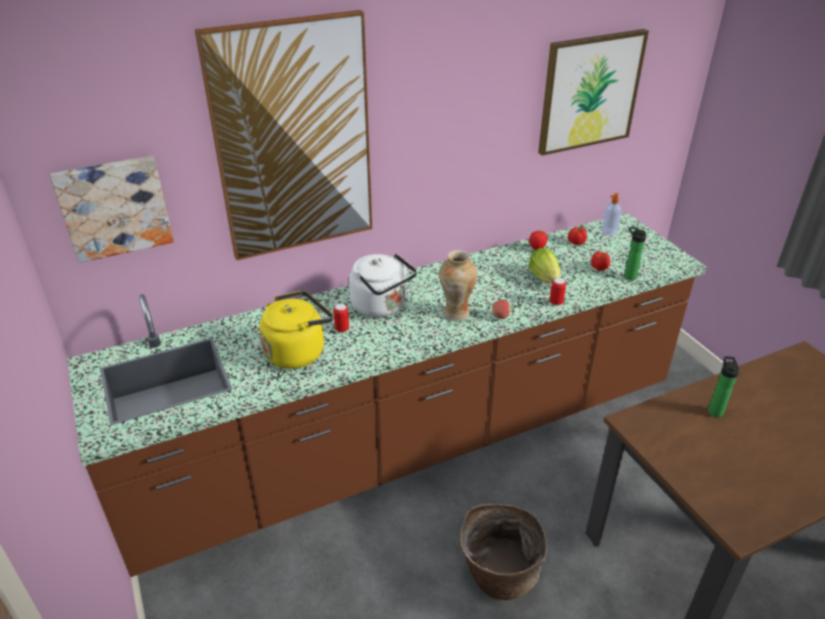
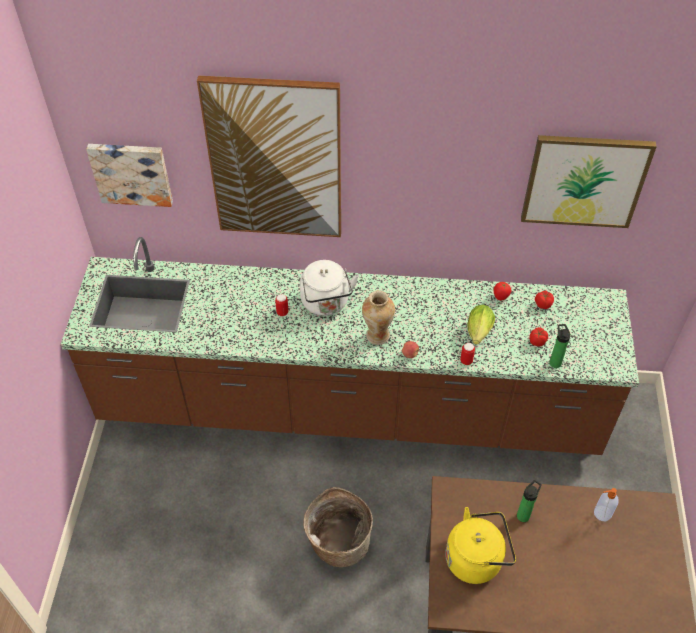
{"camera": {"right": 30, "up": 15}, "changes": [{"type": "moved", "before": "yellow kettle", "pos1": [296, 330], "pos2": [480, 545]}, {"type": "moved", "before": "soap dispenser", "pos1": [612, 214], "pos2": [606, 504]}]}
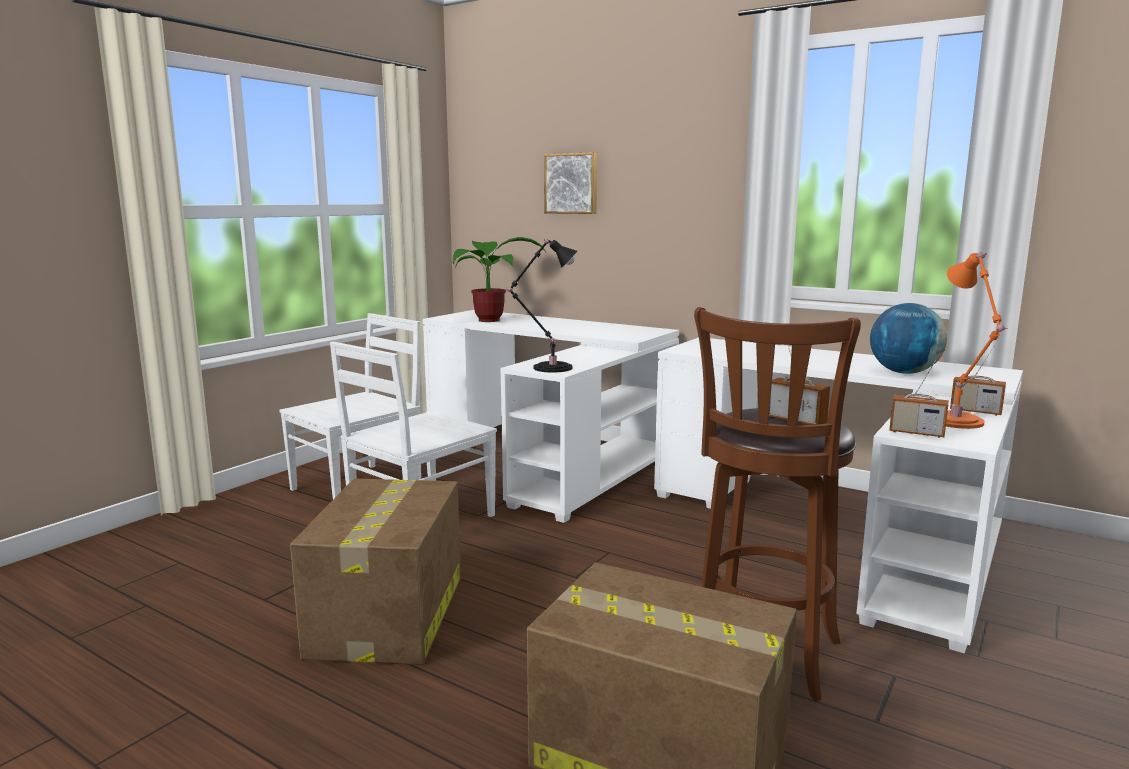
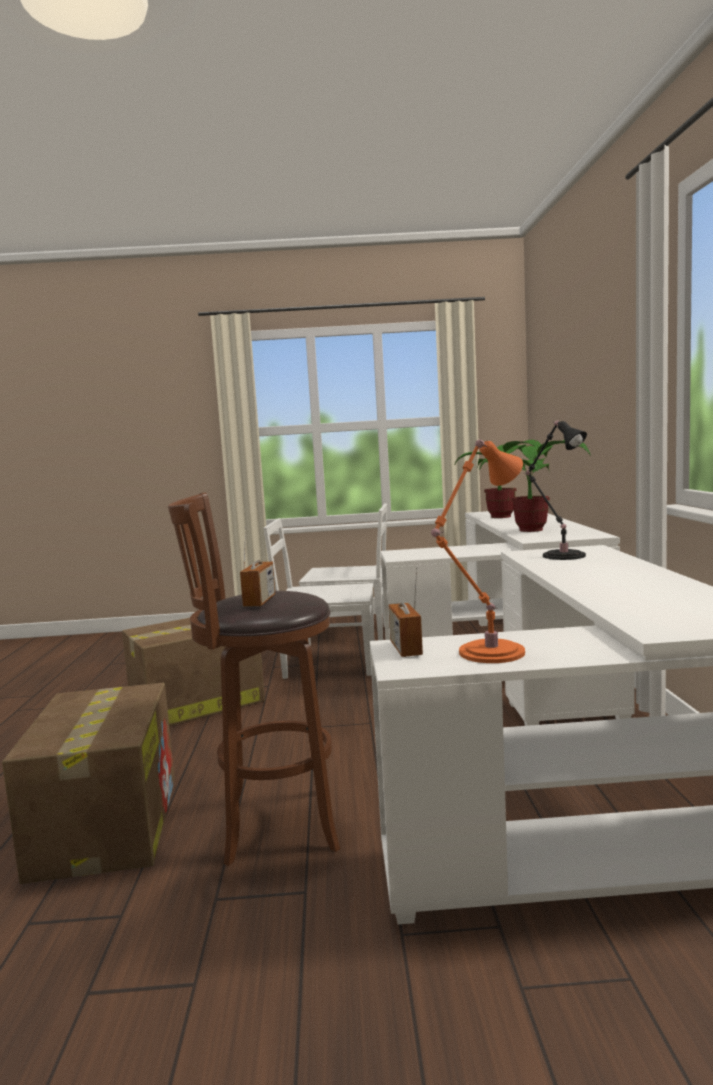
{"camera": {"right": 55, "up": -5}, "changes": [{"type": "moved", "before": "black table lamp", "pos1": [542, 306], "pos2": [556, 490]}, {"type": "removed", "before": "picture", "pos1": [570, 183]}, {"type": "removed", "before": "globe", "pos1": [908, 338]}, {"type": "removed", "before": "radio", "pos1": [978, 380]}, {"type": "added", "after": "potted plant", "pos2": [535, 486]}]}
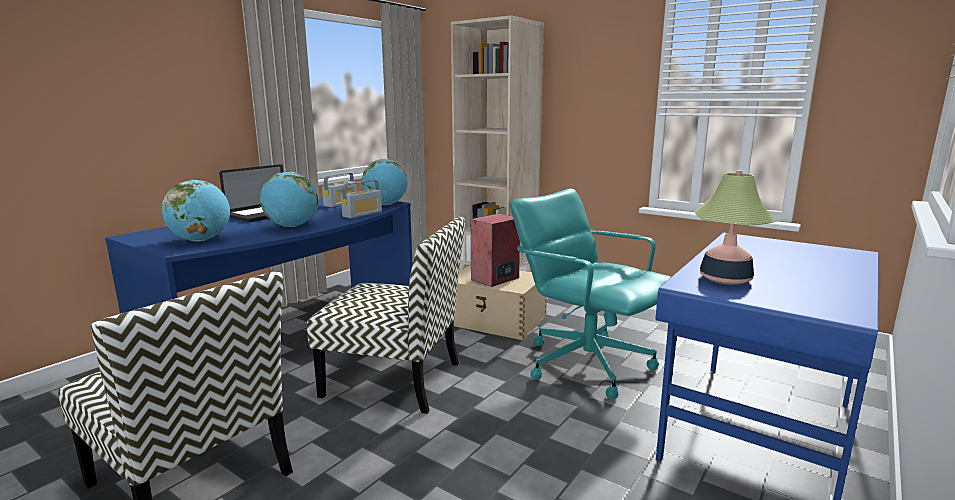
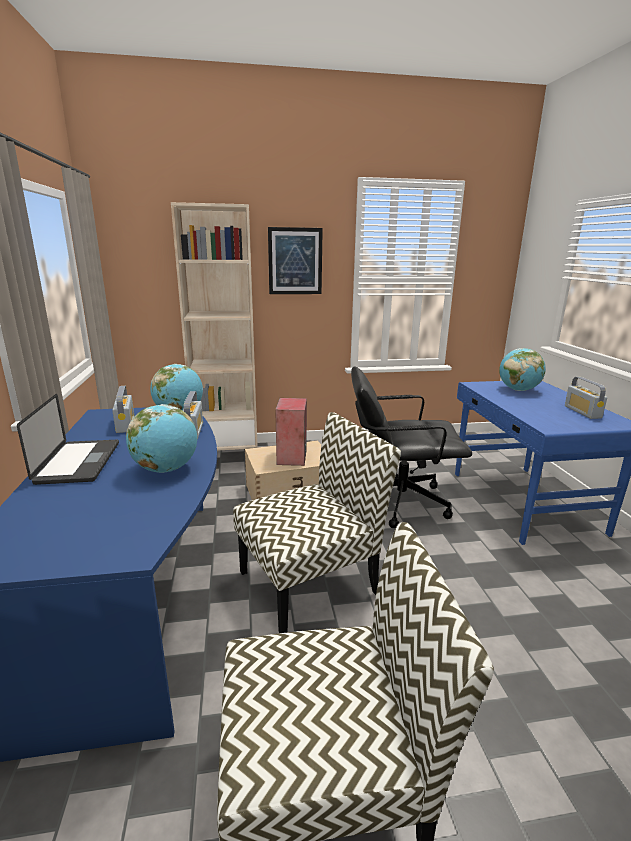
{"camera": {"right": -45, "up": 5}, "changes": [{"type": "moved", "before": "globe", "pos1": [196, 211], "pos2": [522, 369]}, {"type": "recoloured", "before": "turquoise office chair", "after": "black office chair", "pos1": [590, 293], "pos2": [411, 447]}, {"type": "removed", "before": "table lamp", "pos1": [735, 227]}, {"type": "added", "after": "picture", "pos2": [295, 260]}, {"type": "added", "after": "radio", "pos2": [586, 398]}]}
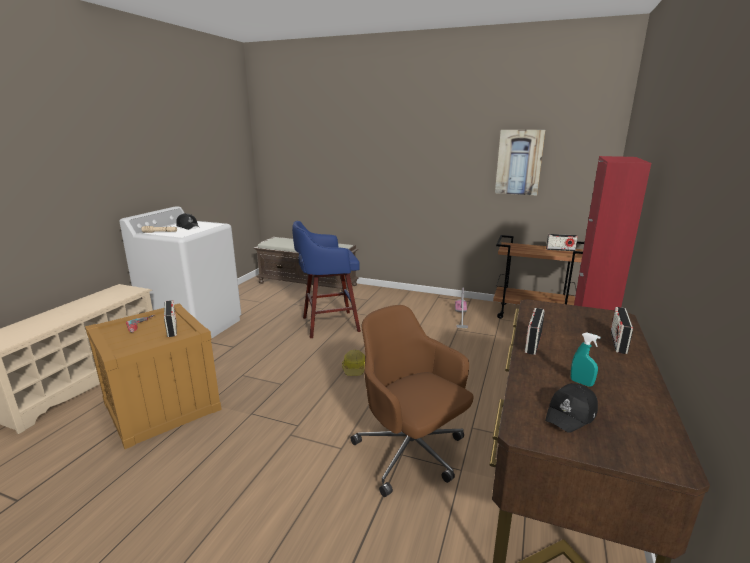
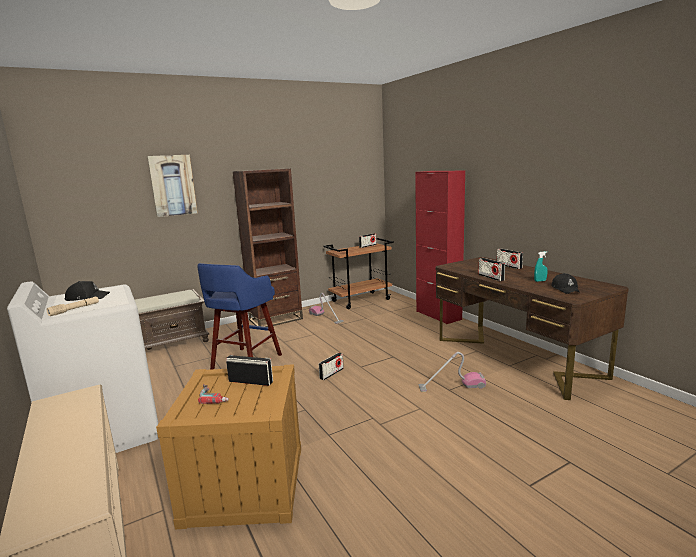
{"camera": {"right": -50, "up": -5}, "changes": [{"type": "replaced", "before": "hard hat", "after": "radio", "pos1": [353, 362], "pos2": [331, 366]}, {"type": "replaced", "before": "brown office chair", "after": "vacuum cleaner", "pos1": [412, 401], "pos2": [452, 372]}, {"type": "moved", "before": "picture", "pos1": [520, 163], "pos2": [172, 186]}, {"type": "added", "after": "brown bookcase", "pos2": [267, 248]}]}
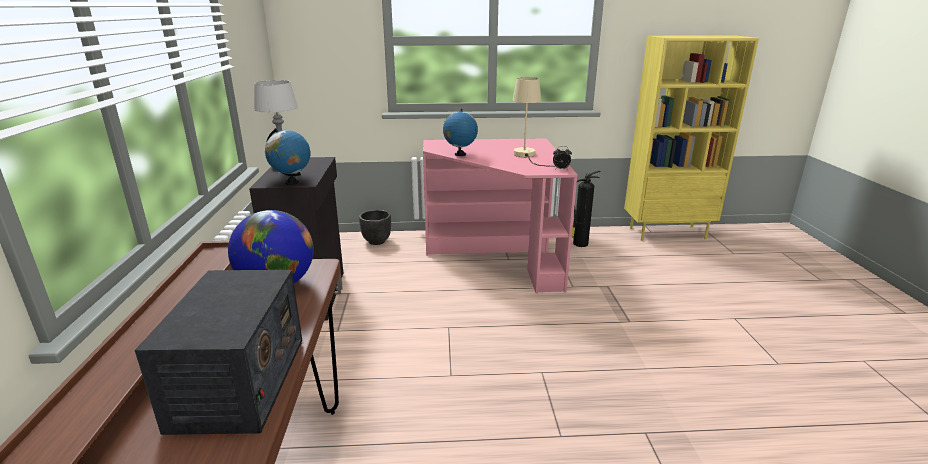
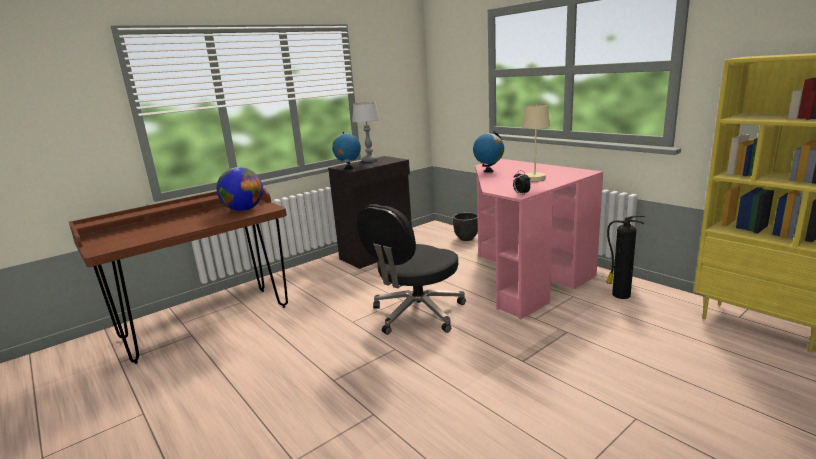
{"camera": {"right": 55, "up": -5}, "changes": [{"type": "removed", "before": "radio", "pos1": [218, 352]}, {"type": "added", "after": "black office chair", "pos2": [411, 269]}]}
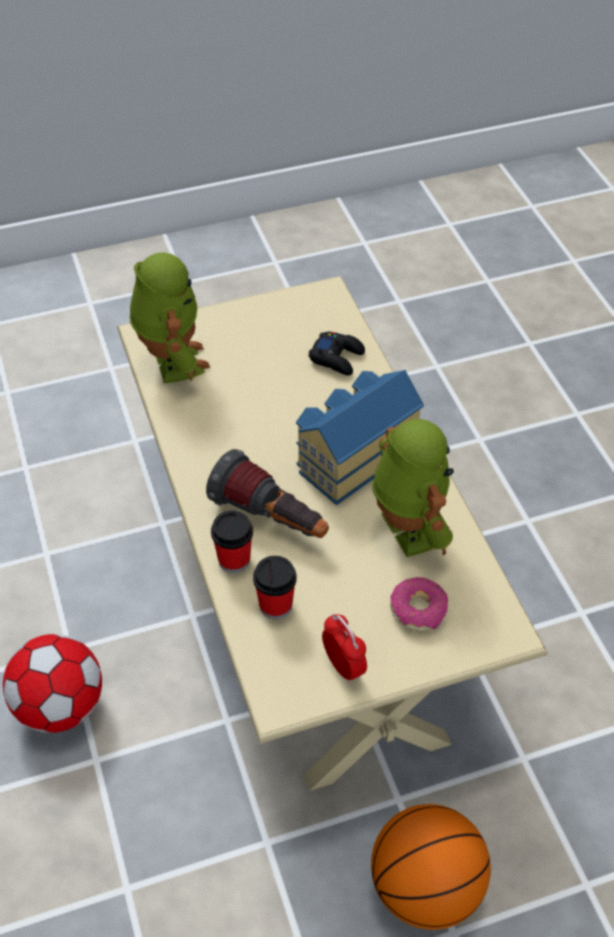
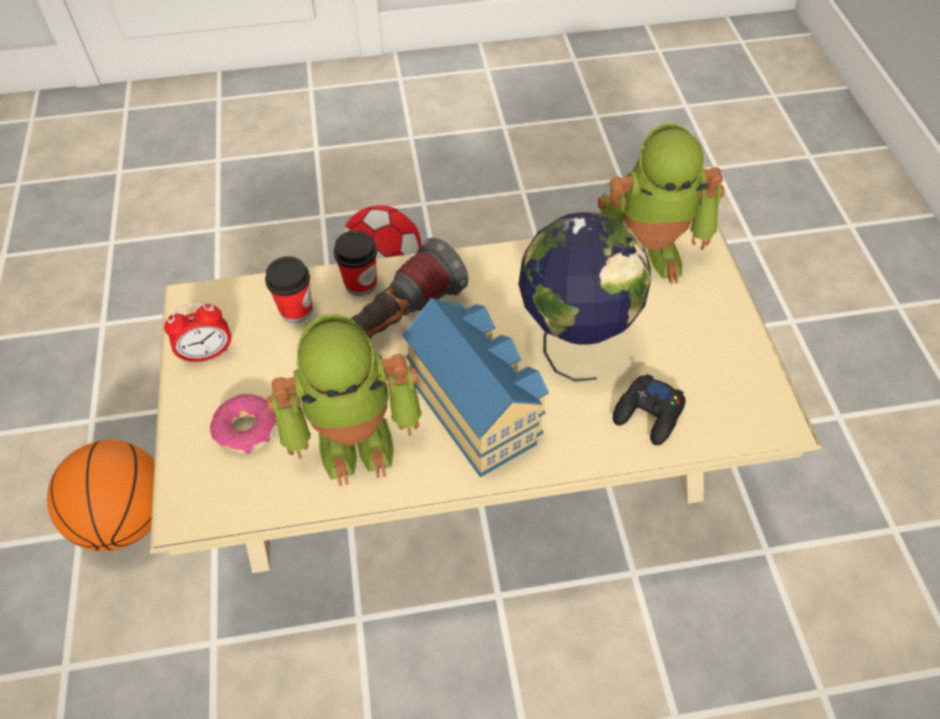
{"camera": {"right": 100, "up": 5}, "changes": [{"type": "added", "after": "globe", "pos2": [584, 297]}]}
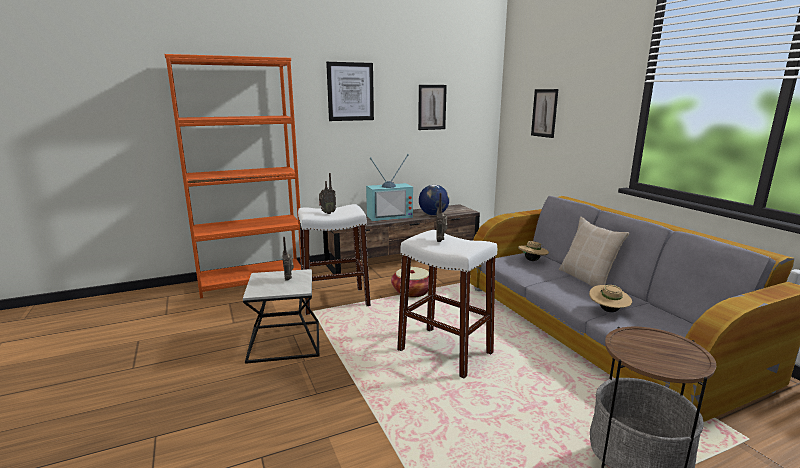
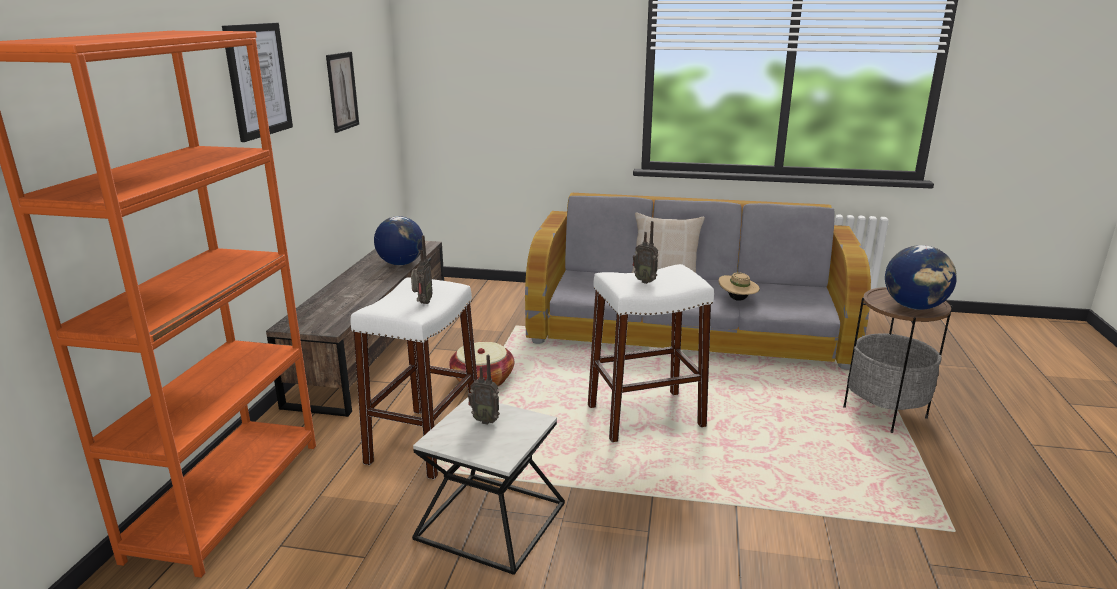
{"camera": {"right": -55, "up": 5}, "changes": [{"type": "removed", "before": "television", "pos1": [389, 187]}, {"type": "removed", "before": "beige hat", "pos1": [533, 251]}, {"type": "removed", "before": "picture", "pos1": [545, 113]}, {"type": "added", "after": "globe", "pos2": [921, 277]}]}
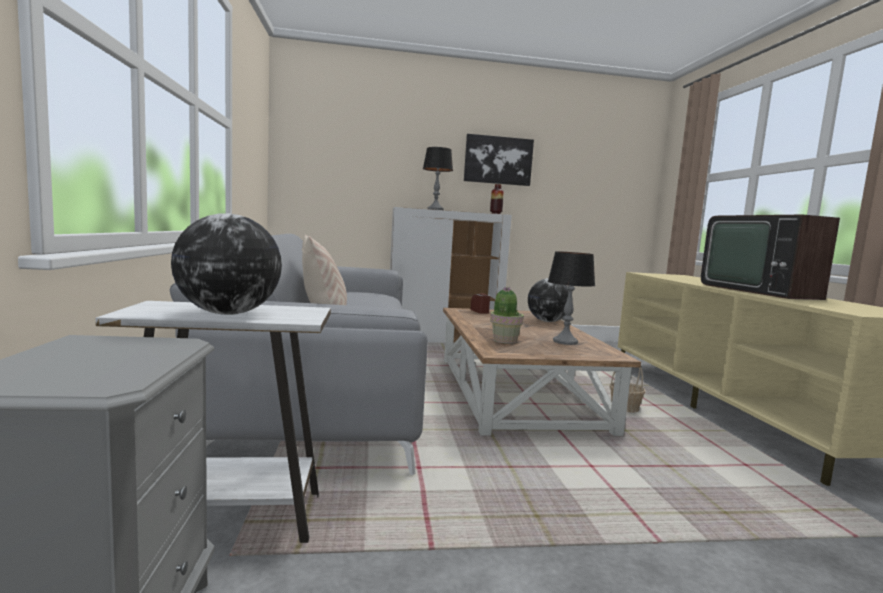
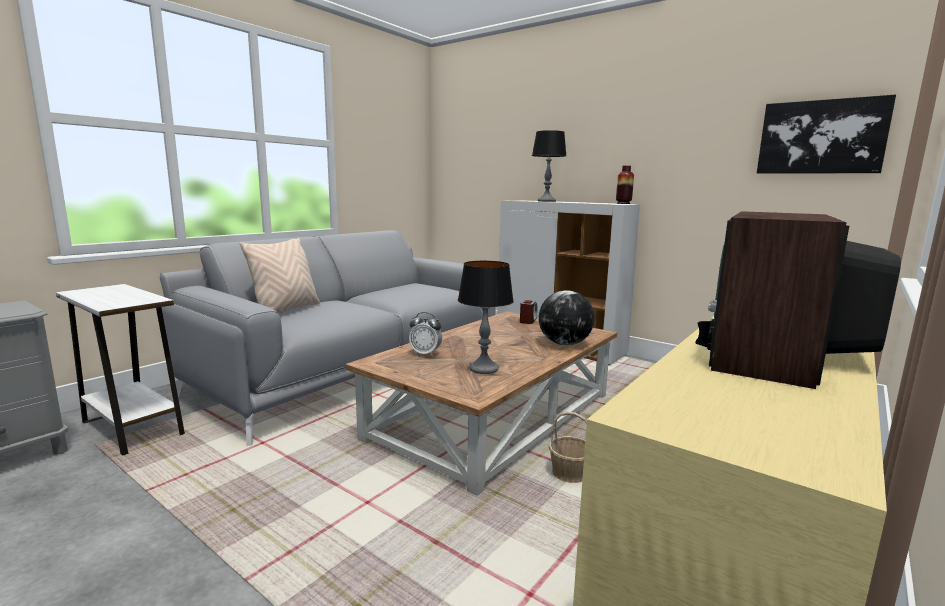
{"camera": {"right": 45, "up": 5}, "changes": [{"type": "removed", "before": "globe", "pos1": [226, 264]}, {"type": "moved", "before": "picture", "pos1": [499, 160], "pos2": [826, 134]}, {"type": "replaced", "before": "potted plant", "after": "alarm clock", "pos1": [507, 315], "pos2": [425, 334]}]}
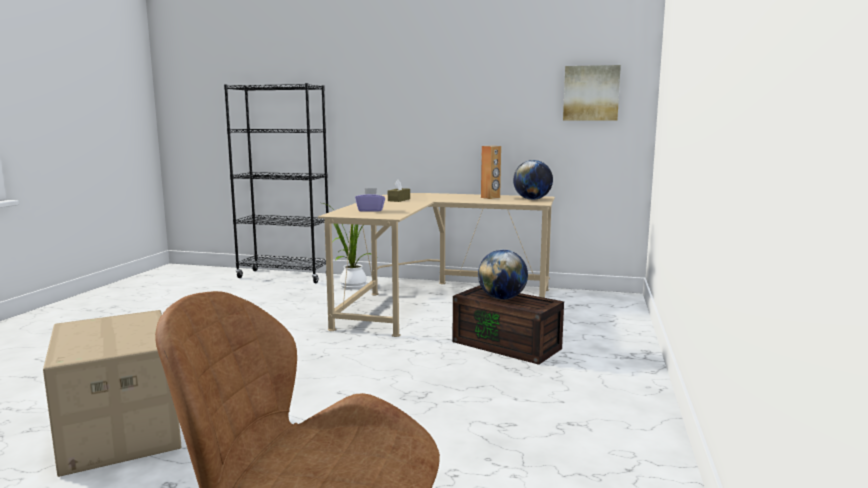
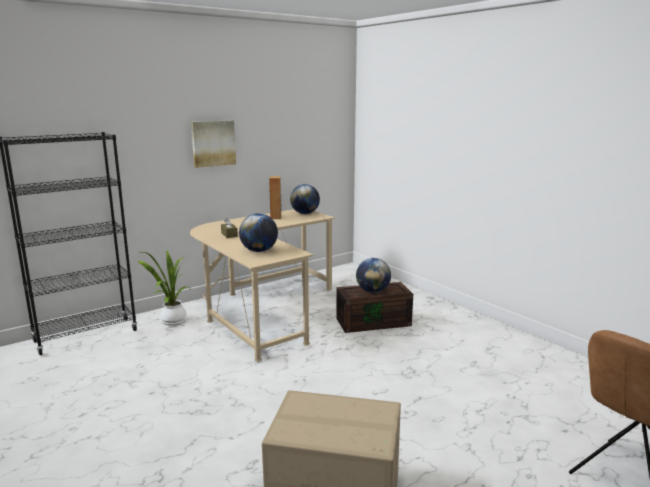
{"camera": {"right": -50, "up": 5}, "changes": [{"type": "replaced", "before": "purple tissue box", "after": "globe", "pos1": [370, 200], "pos2": [258, 232]}, {"type": "moved", "before": "picture", "pos1": [592, 92], "pos2": [213, 144]}]}
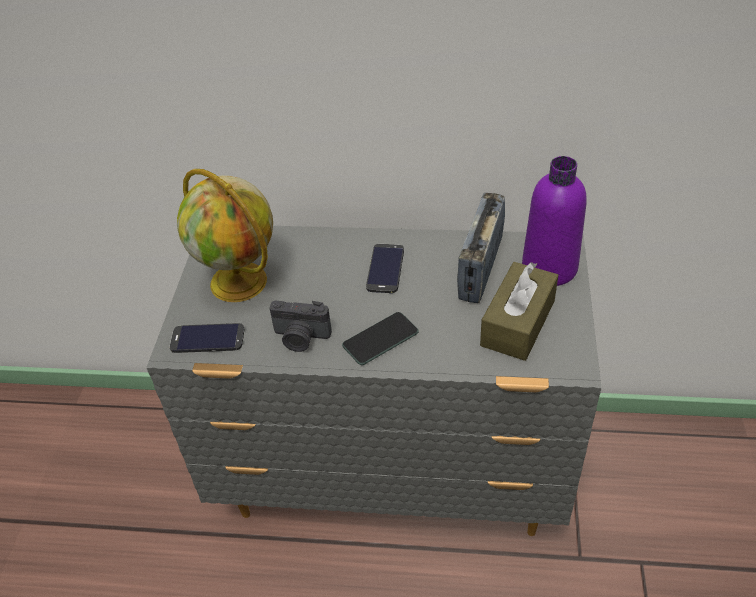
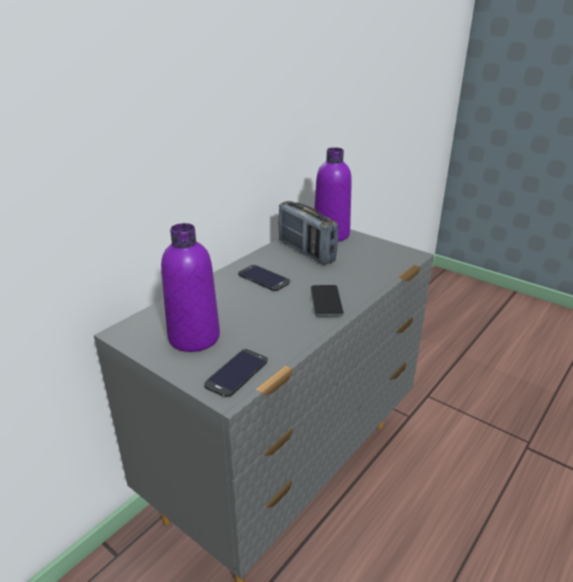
{"camera": {"right": -60, "up": -15}, "changes": [{"type": "replaced", "before": "globe", "after": "purple bottle", "pos1": [225, 235], "pos2": [190, 287]}, {"type": "removed", "before": "photo camera", "pos1": [300, 326]}, {"type": "removed", "before": "brown tissue box", "pos1": [519, 311]}]}
